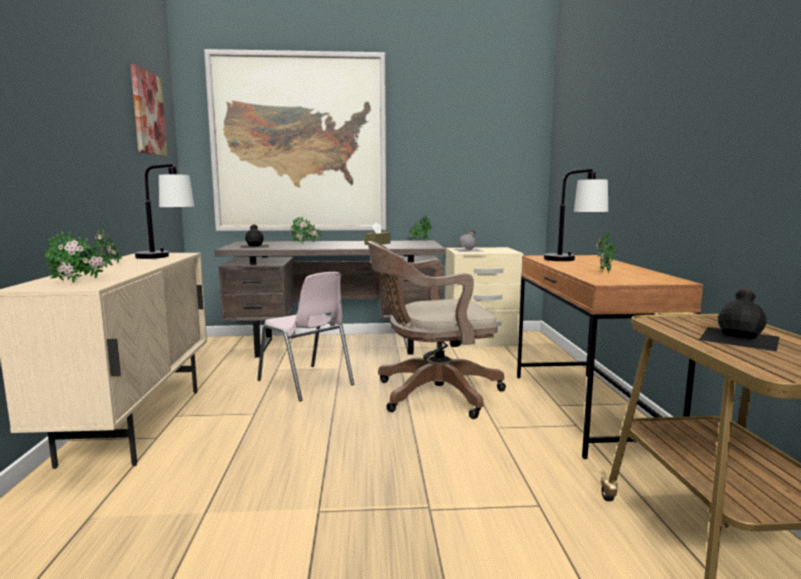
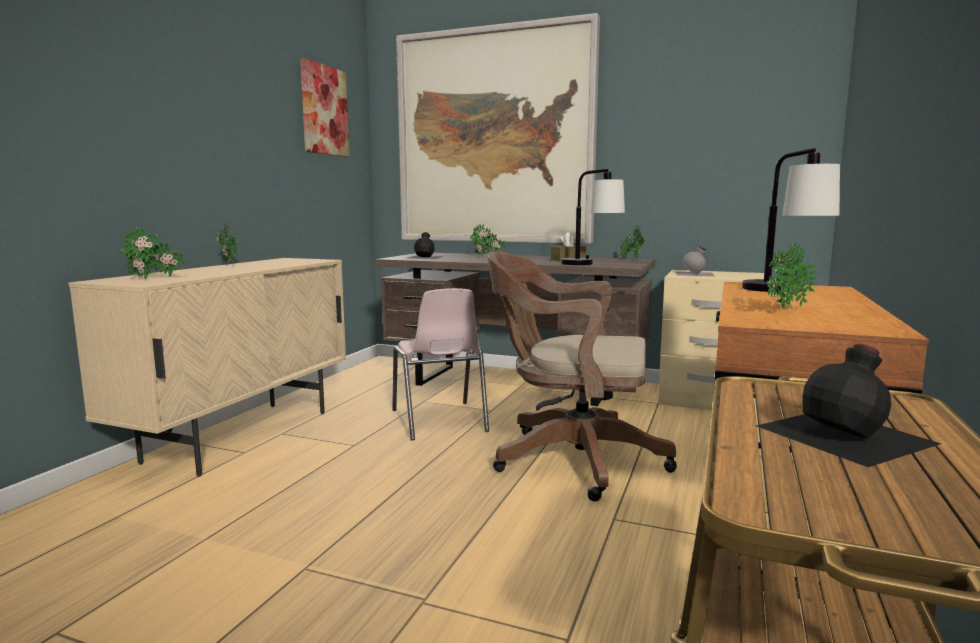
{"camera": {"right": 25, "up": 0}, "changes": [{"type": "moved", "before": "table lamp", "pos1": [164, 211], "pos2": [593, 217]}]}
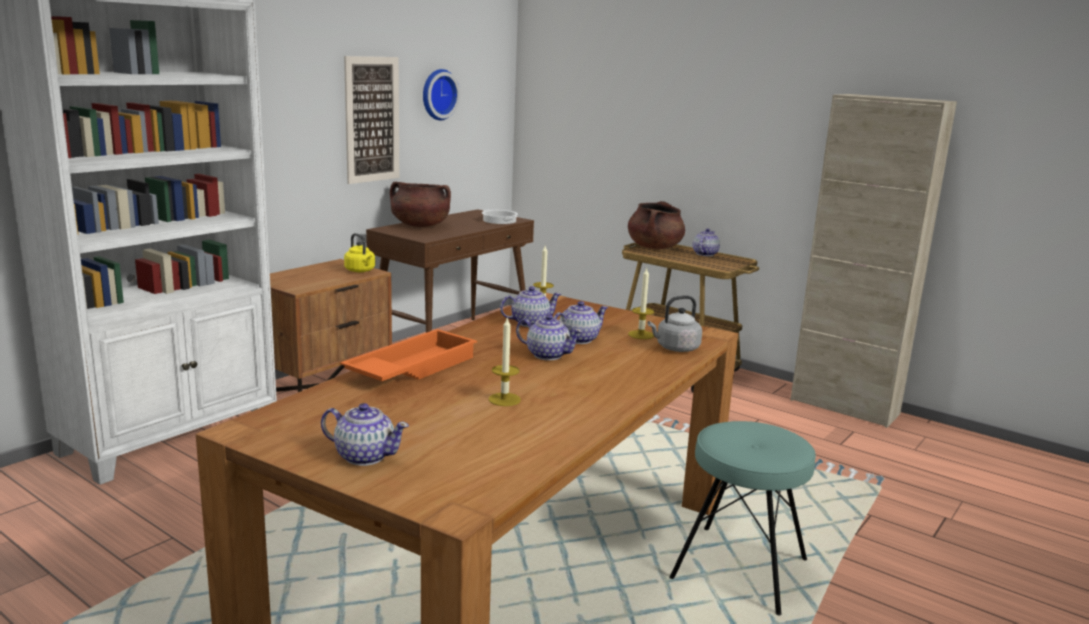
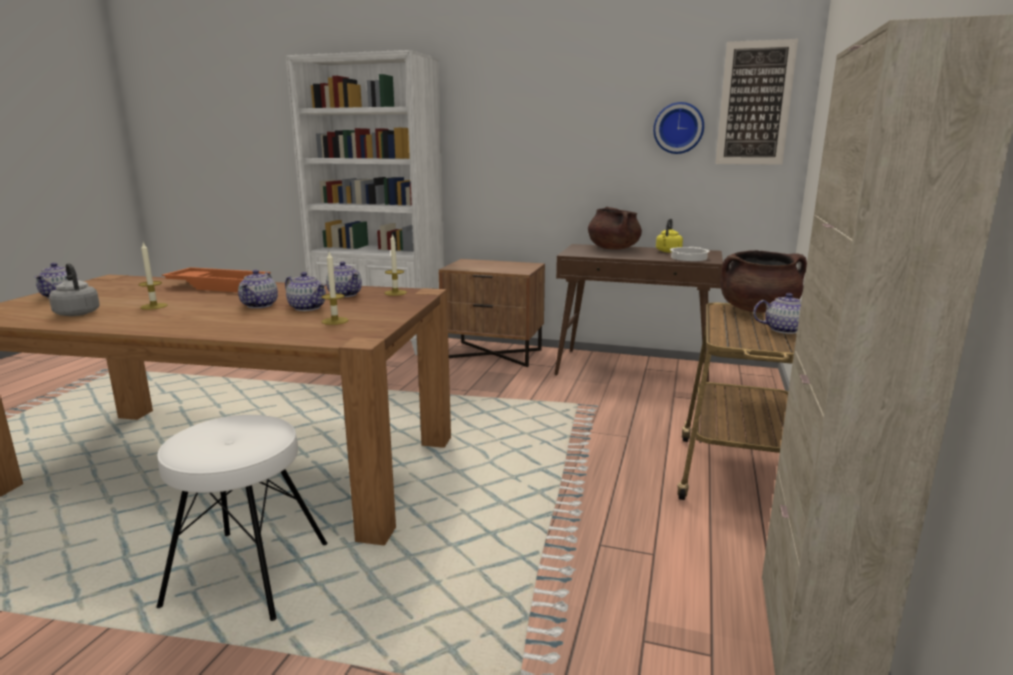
{"camera": {"right": 70, "up": 0}, "changes": [{"type": "moved", "before": "picture", "pos1": [371, 120], "pos2": [756, 102]}, {"type": "moved", "before": "yellow kettle", "pos1": [359, 252], "pos2": [669, 236]}, {"type": "moved", "before": "grey kettle", "pos1": [675, 323], "pos2": [74, 289]}, {"type": "recoloured", "before": "turquoise stool", "after": "white stool", "pos1": [742, 518], "pos2": [242, 518]}]}
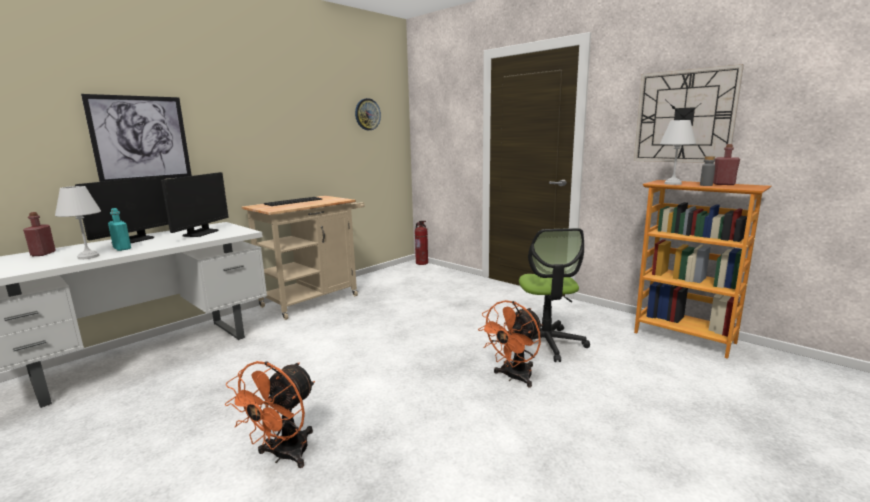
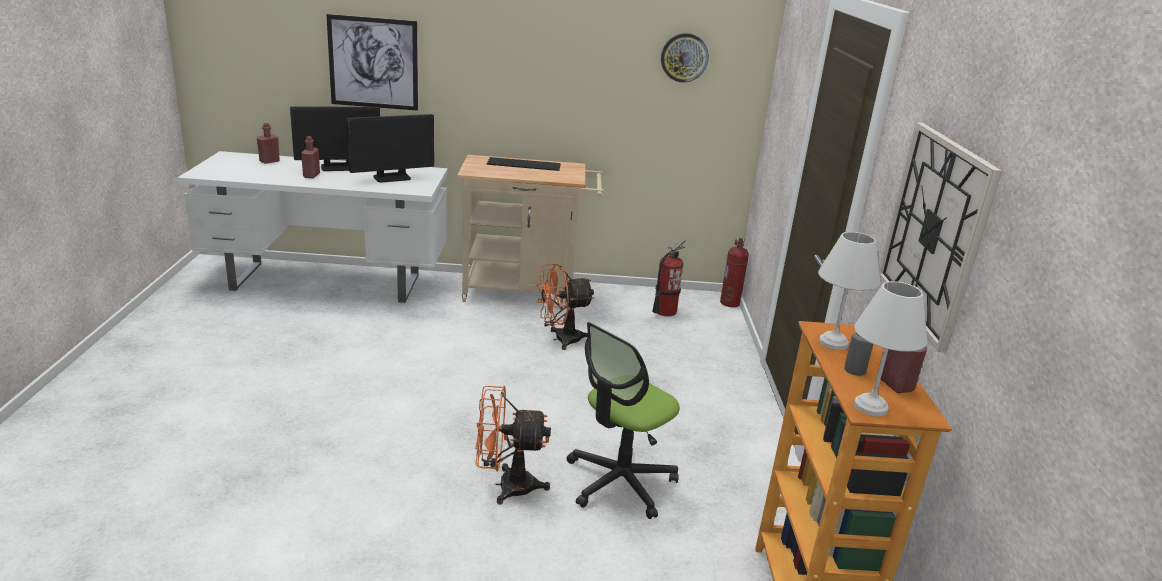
{"camera": {"right": 45, "up": 10}, "changes": [{"type": "moved", "before": "white table lamp", "pos1": [78, 222], "pos2": [890, 348]}, {"type": "recoloured", "before": "turquoise bottle", "after": "red bottle", "pos1": [119, 229], "pos2": [310, 157]}, {"type": "moved", "before": "orange fan", "pos1": [270, 414], "pos2": [565, 307]}, {"type": "added", "after": "fire extinguisher", "pos2": [669, 277]}]}
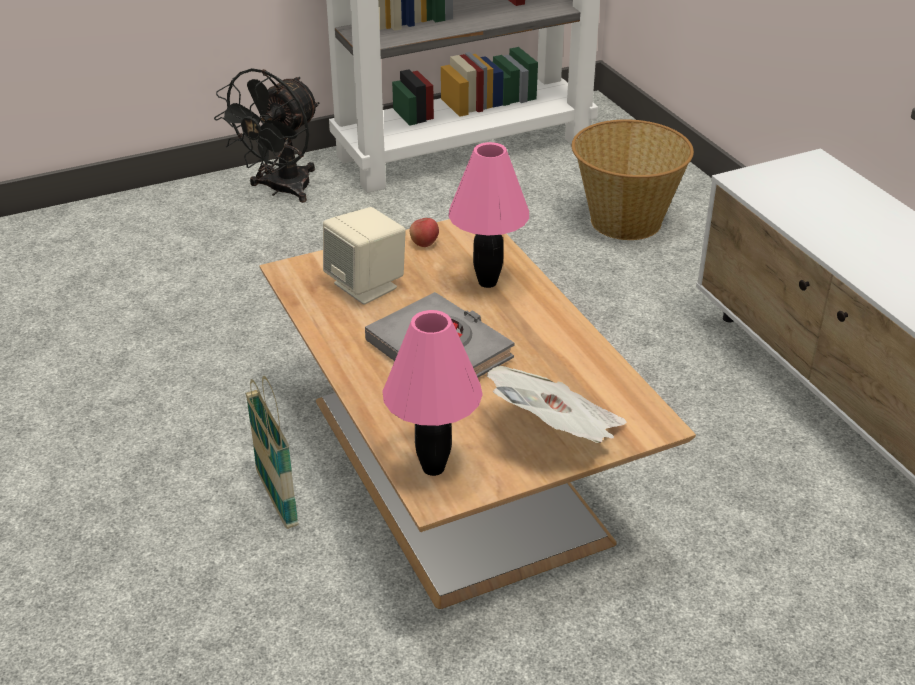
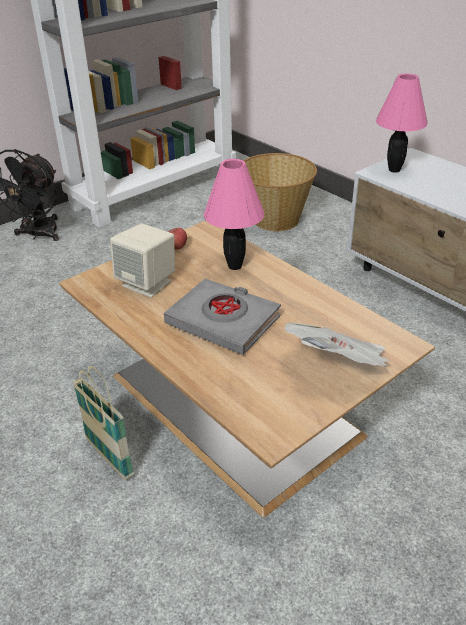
{"camera": {"right": -15, "up": 0}, "changes": [{"type": "moved", "before": "pink table lamp", "pos1": [432, 393], "pos2": [402, 123]}]}
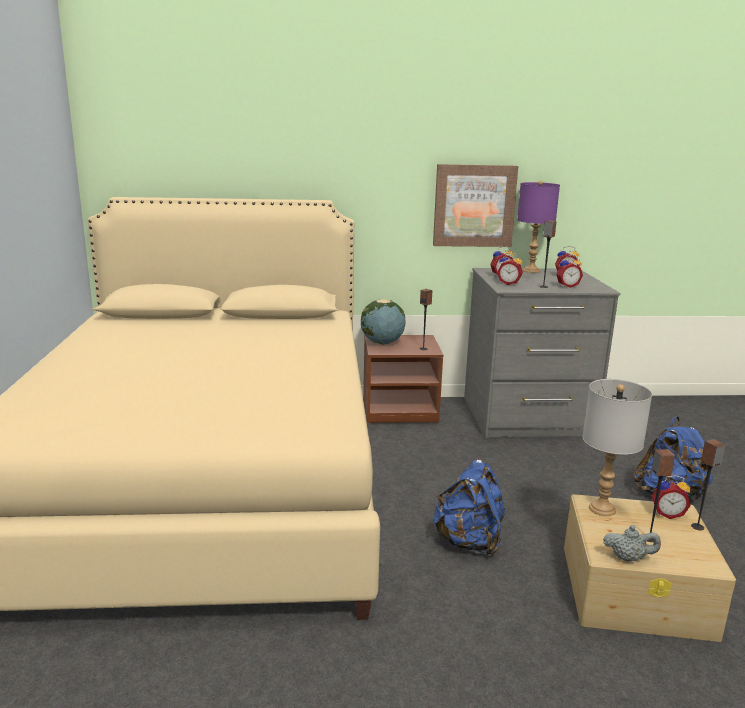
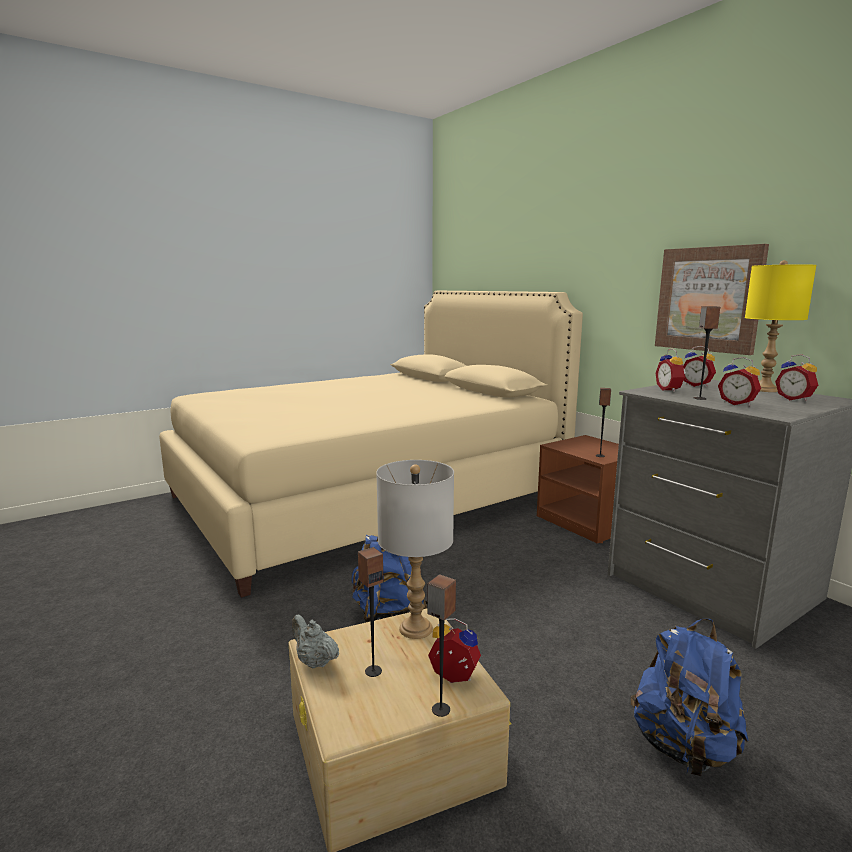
{"camera": {"right": 60, "up": -5}, "changes": [{"type": "removed", "before": "globe", "pos1": [383, 322]}, {"type": "recoloured", "before": "purple table lamp", "after": "yellow table lamp", "pos1": [538, 226], "pos2": [780, 326]}, {"type": "turned", "before": "grey teapot", "pos1": [632, 543], "pos2": [315, 642], "turn": 150}, {"type": "turned", "before": "alarm clock", "pos1": [671, 497], "pos2": [454, 650], "turn": 135}]}
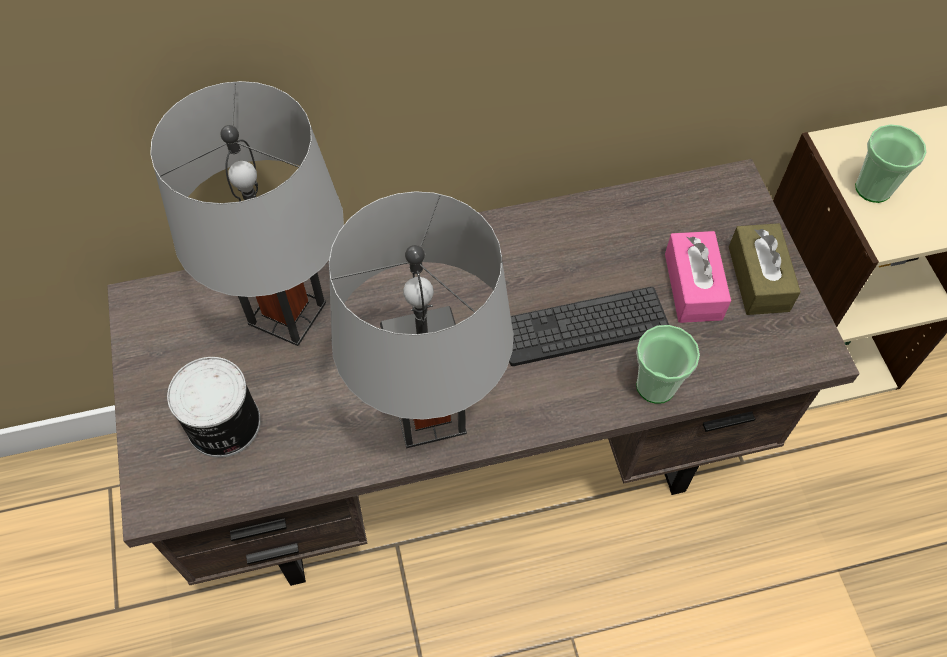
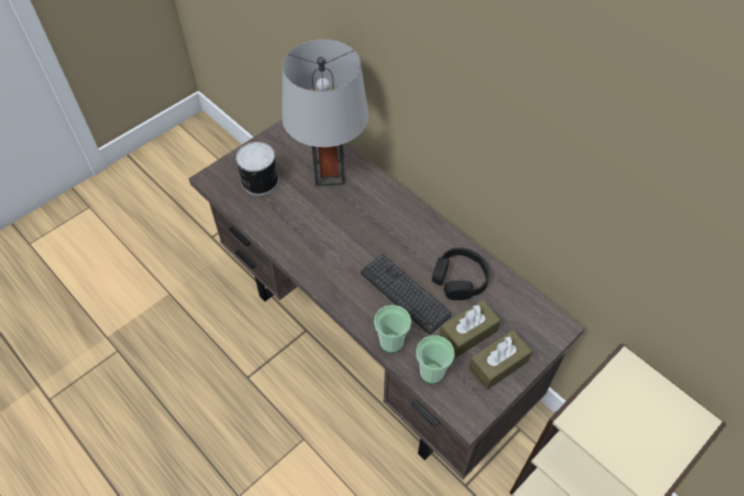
{"camera": {"right": 60, "up": -5}, "changes": [{"type": "removed", "before": "grey table lamp", "pos1": [421, 319]}, {"type": "recoloured", "before": "pink tissue box", "after": "brown tissue box", "pos1": [698, 277], "pos2": [470, 328]}, {"type": "moved", "before": "cup", "pos1": [891, 163], "pos2": [435, 359]}, {"type": "added", "after": "black headphones", "pos2": [461, 274]}]}
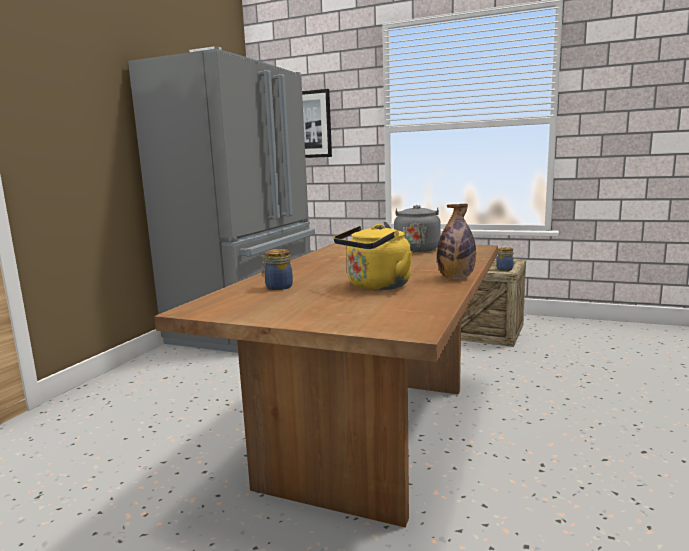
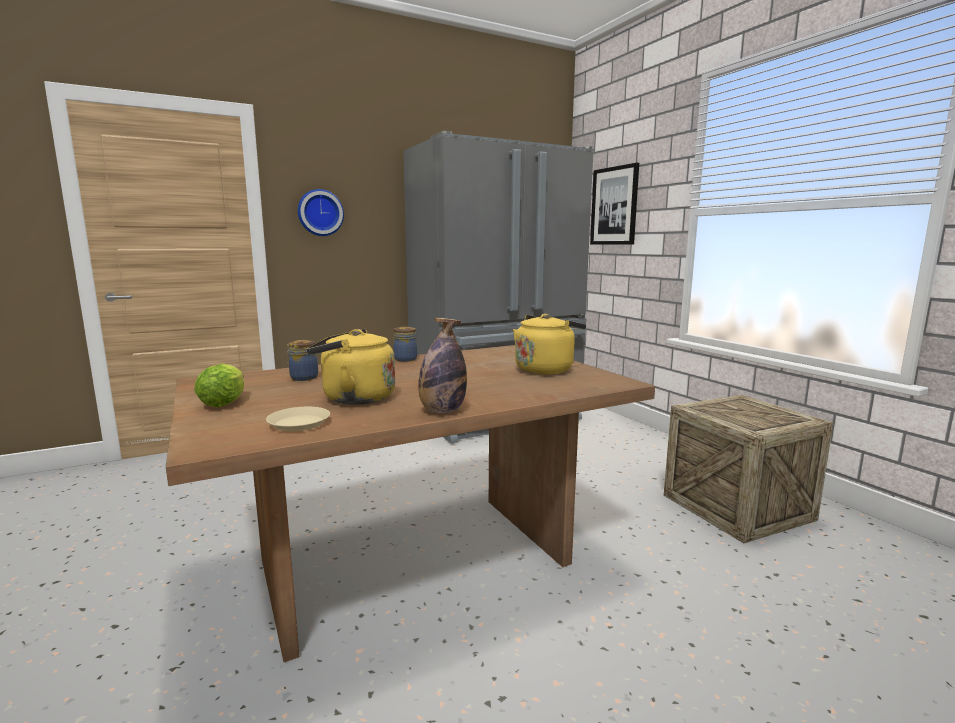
{"camera": {"right": 40, "up": 0}, "changes": [{"type": "recoloured", "before": "grey kettle", "after": "yellow kettle", "pos1": [412, 228], "pos2": [549, 344]}, {"type": "moved", "before": "jar", "pos1": [505, 259], "pos2": [405, 344]}, {"type": "added", "after": "lettuce", "pos2": [219, 386]}, {"type": "added", "after": "beige plate", "pos2": [298, 419]}, {"type": "added", "after": "wall clock", "pos2": [321, 212]}]}
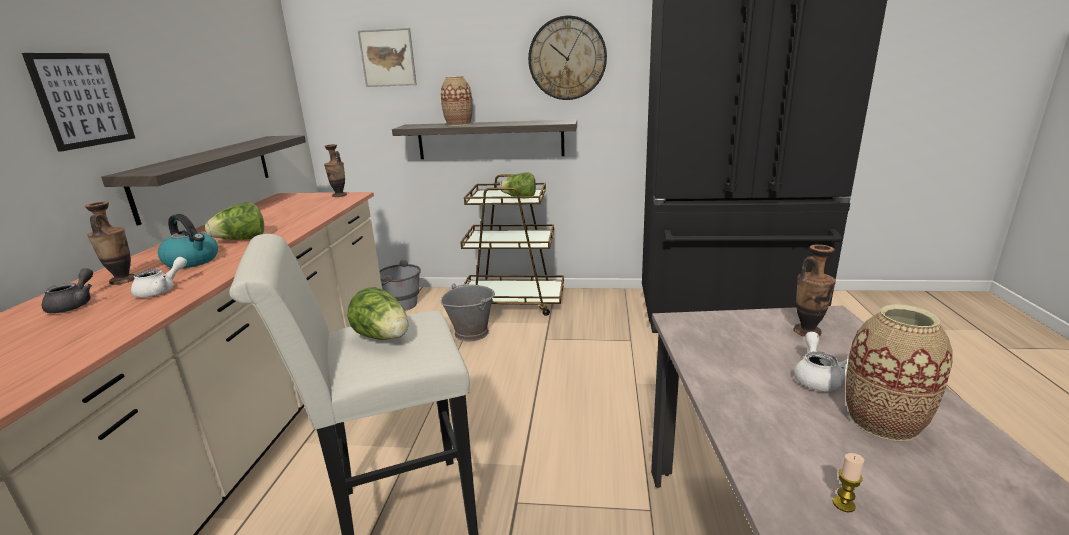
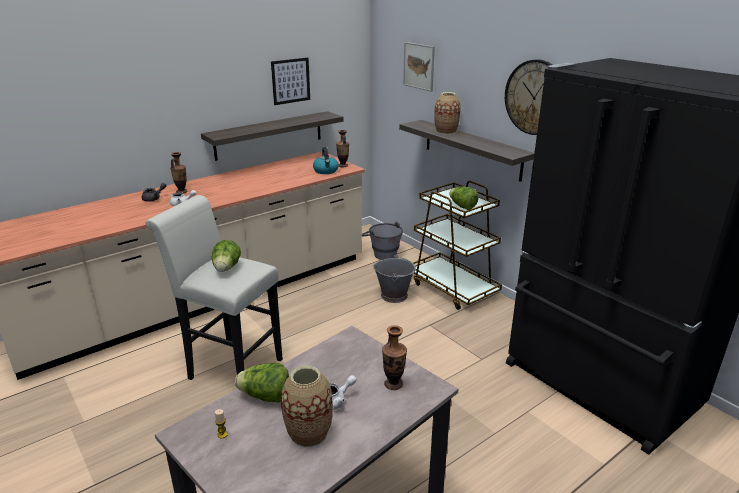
{"camera": {"right": 45, "up": 5}, "changes": [{"type": "moved", "before": "picture", "pos1": [78, 102], "pos2": [290, 81]}, {"type": "moved", "before": "kettle", "pos1": [188, 241], "pos2": [326, 160]}, {"type": "moved", "before": "lettuce", "pos1": [234, 221], "pos2": [262, 382]}]}
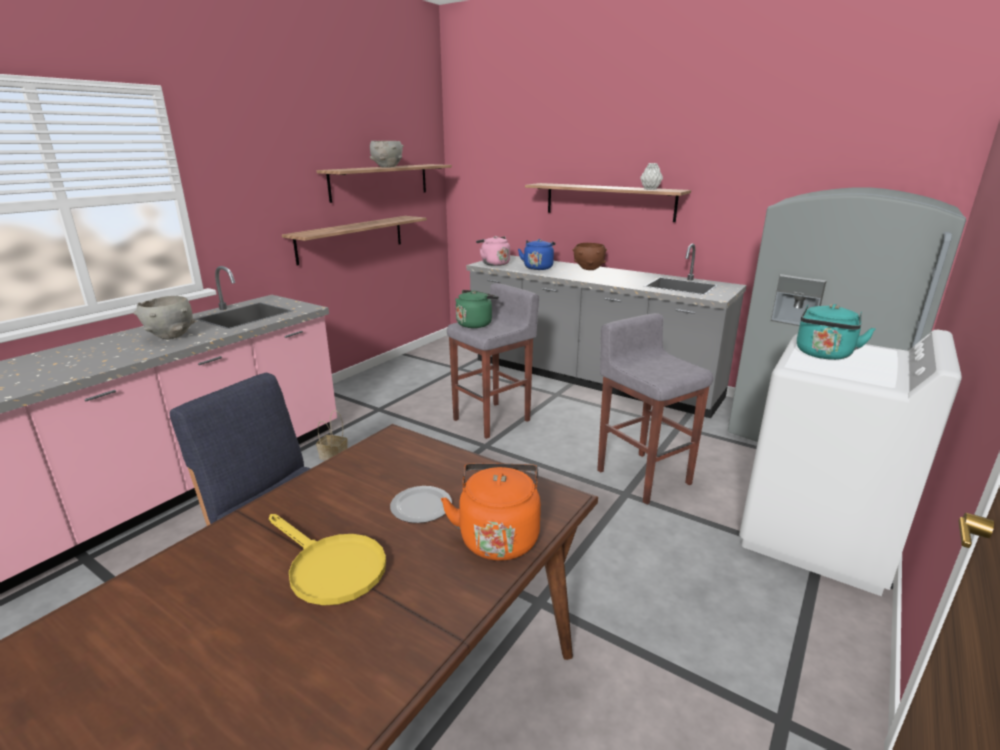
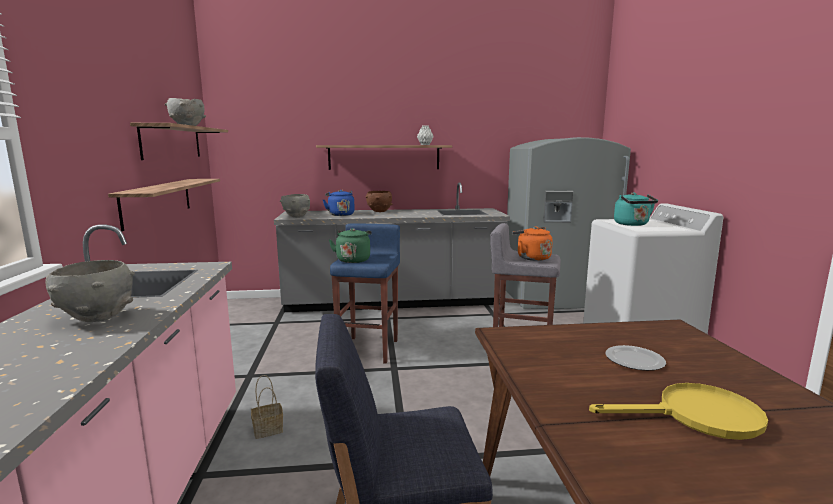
{"camera": {"right": -40, "up": -10}, "changes": [{"type": "moved", "before": "orange kettle", "pos1": [491, 512], "pos2": [532, 243]}, {"type": "recoloured", "before": "grey stool", "after": "blue stool", "pos1": [493, 361], "pos2": [365, 293]}, {"type": "replaced", "before": "pink kettle", "after": "grey bowl", "pos1": [493, 251], "pos2": [295, 205]}]}
